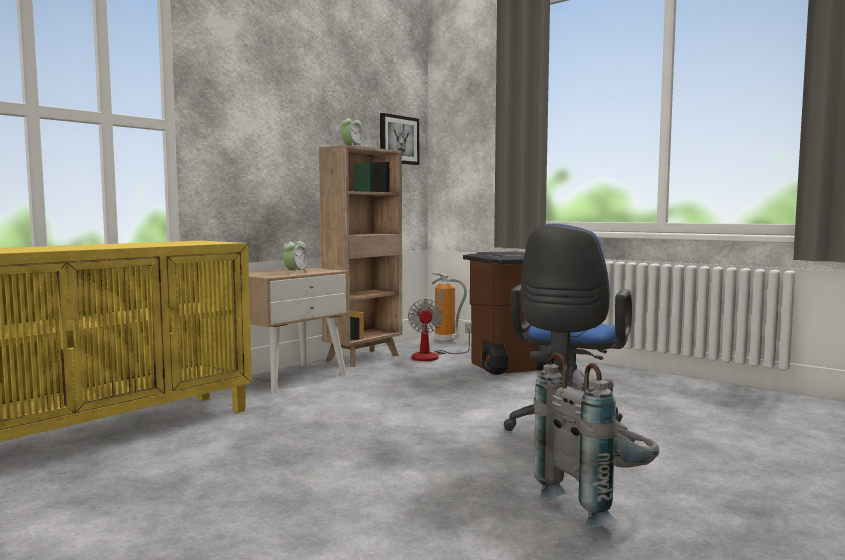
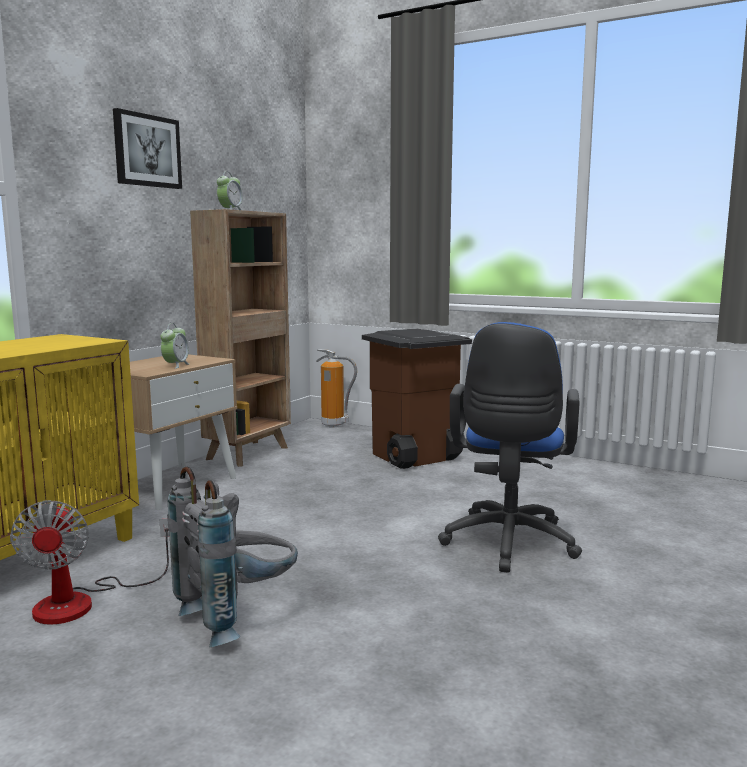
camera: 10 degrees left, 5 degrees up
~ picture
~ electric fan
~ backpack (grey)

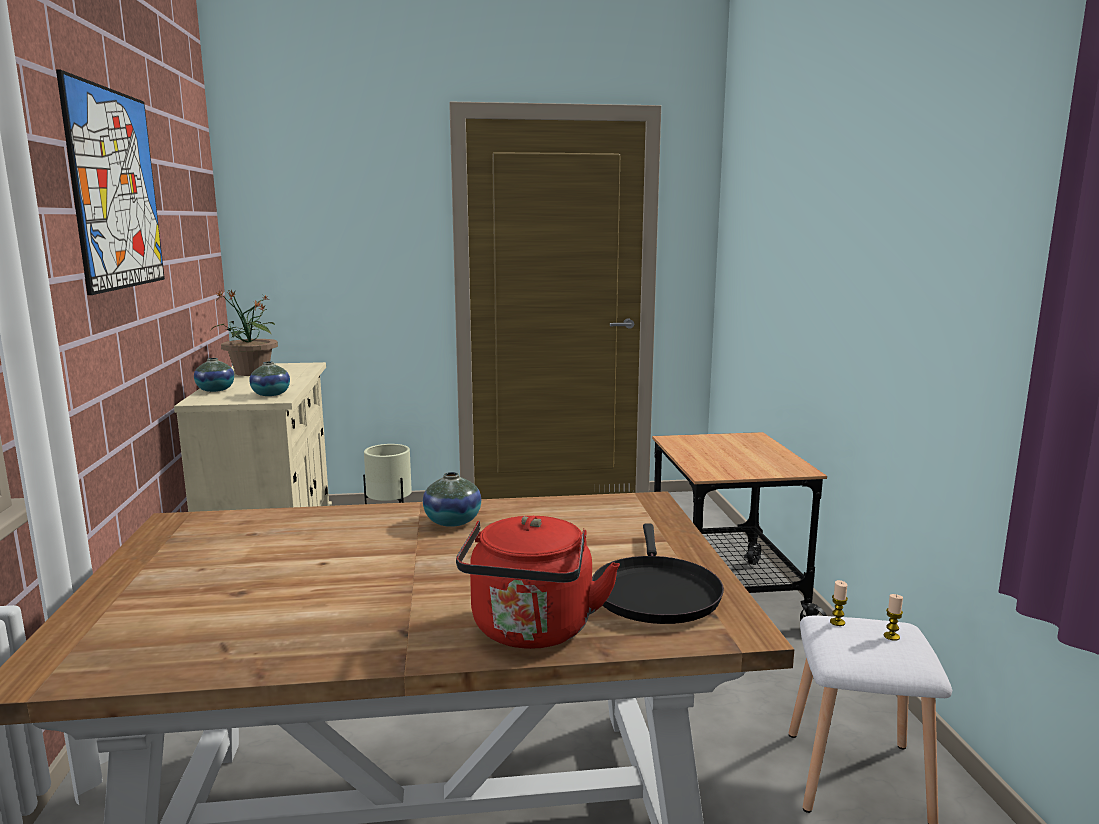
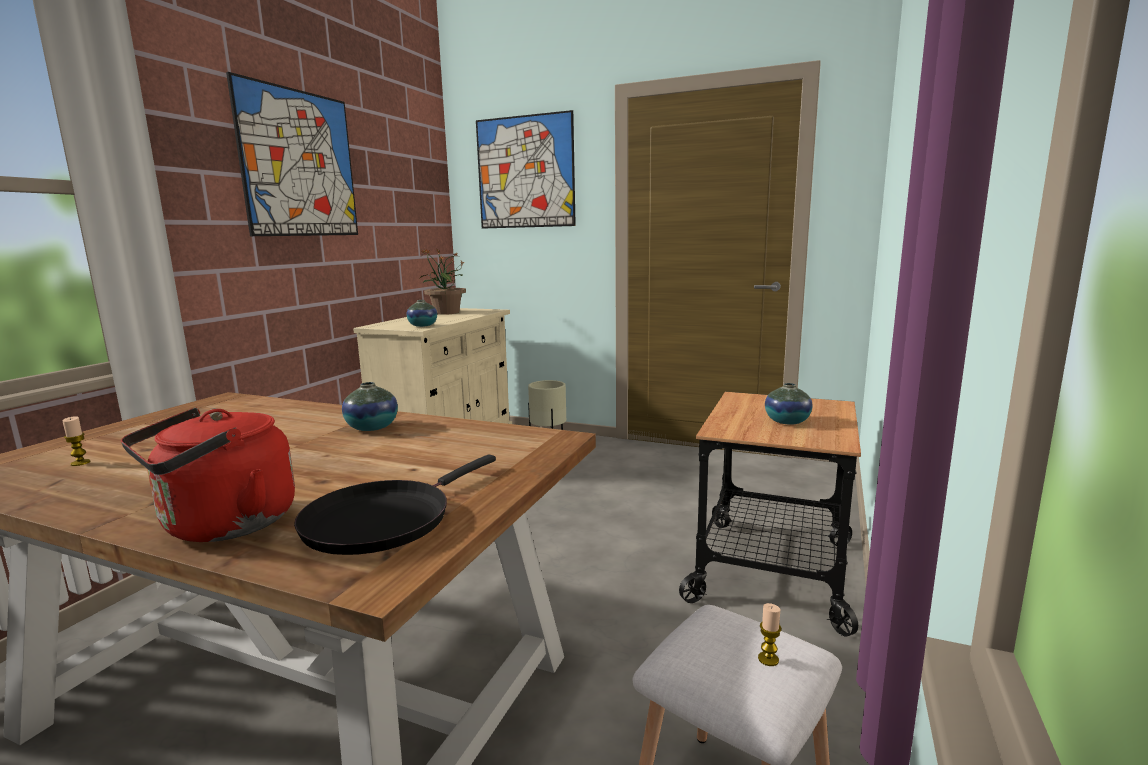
camera: 30 degrees right, 0 degrees up
+ picture (2nd from left)
~ decorative vase (1st from left in the first image) to decorative vase (3rd from left)
~ wax light (1st from left)

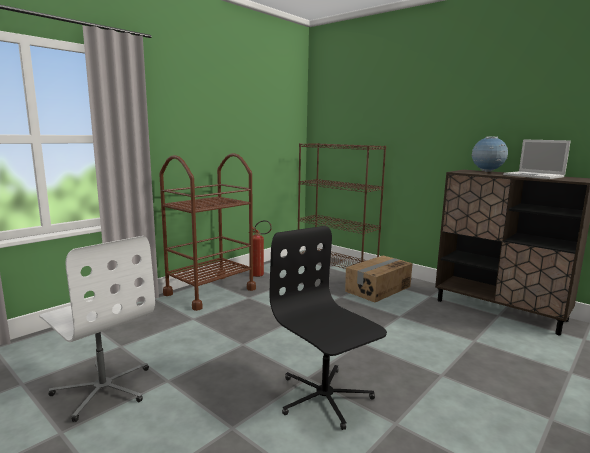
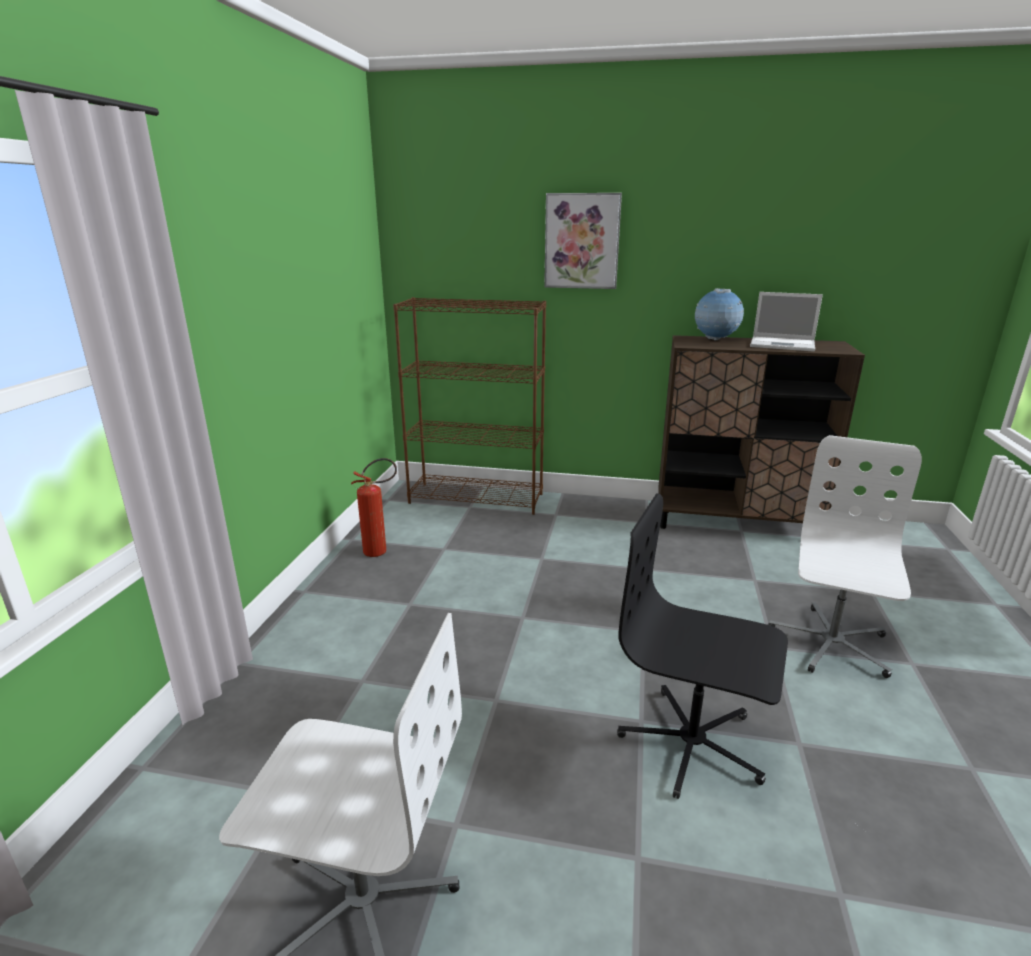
camera: 30 degrees left, 10 degrees up
- trolley (brown)
- cardboard box
+ picture
+ office chair (white-coloured) (2nd from left)

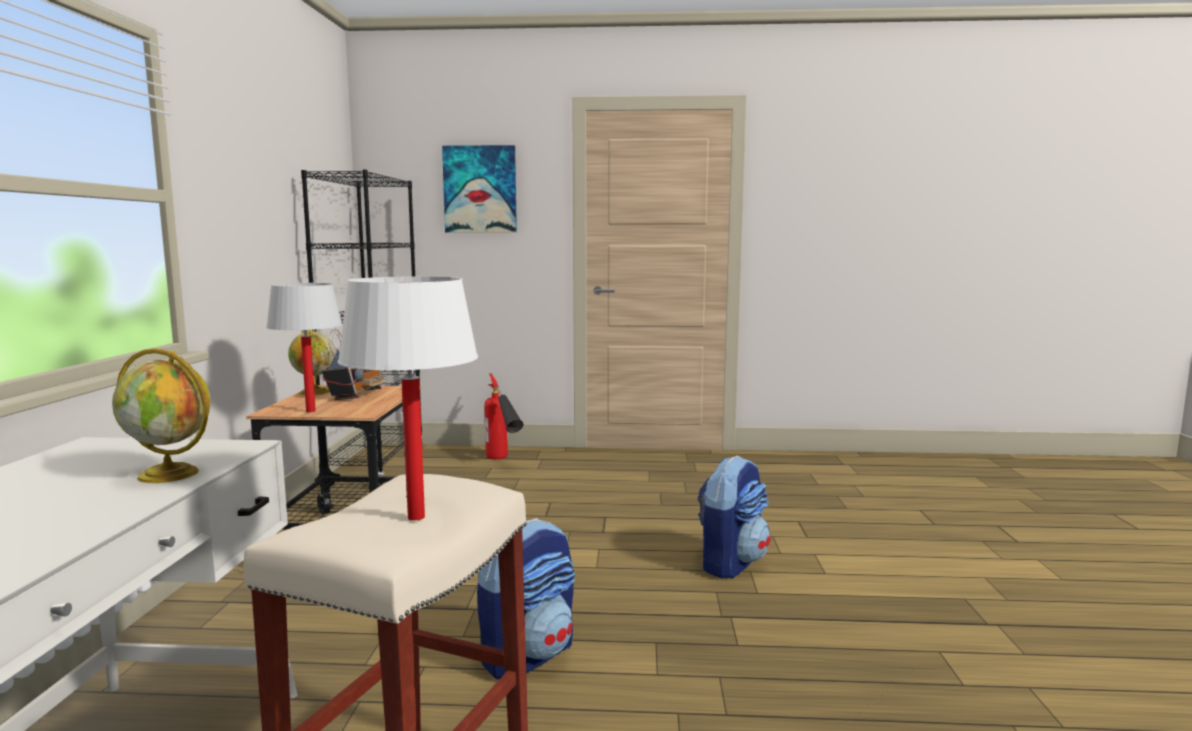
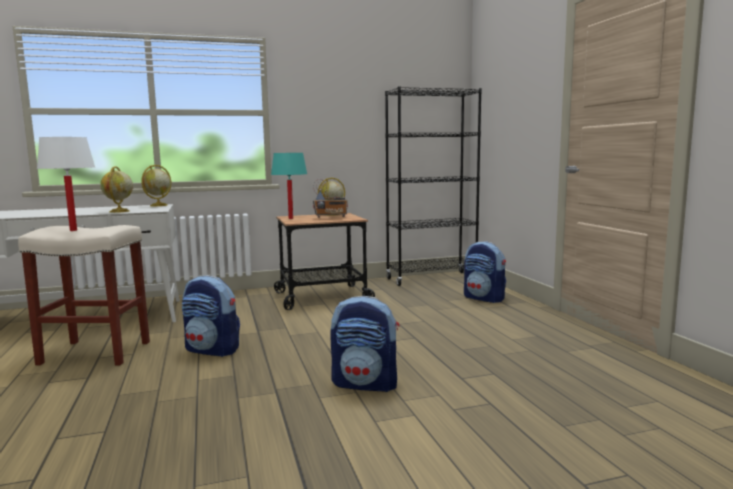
camera: 70 degrees right, 0 degrees up
- picture
+ desk globe (2nd from left)
~ fire extinguisher to backpack (3rd from left)
~ table lamp (white-coloured) (1st from left) to table lamp (blue-green)

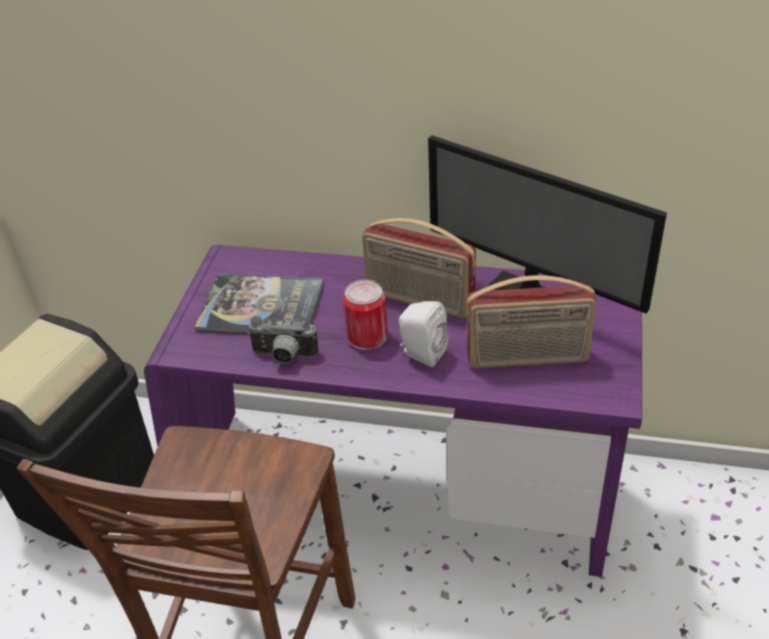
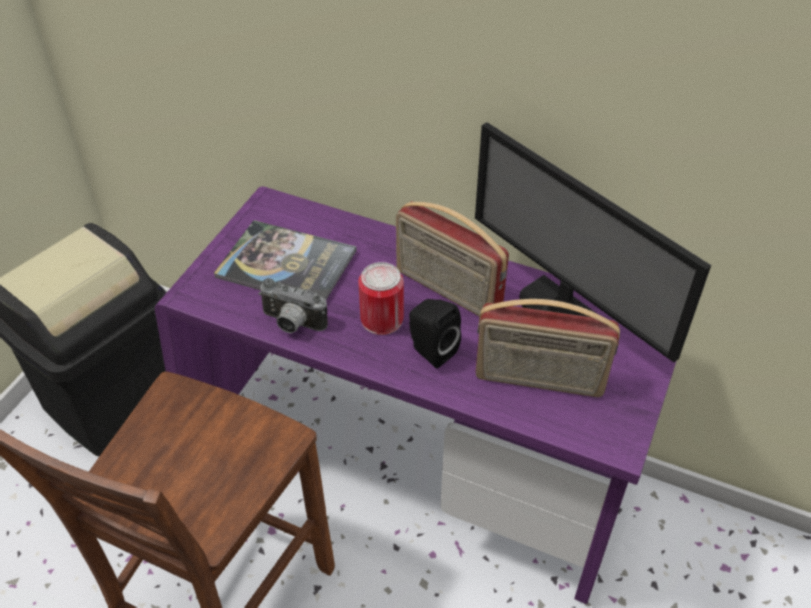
camera: 10 degrees right, 5 degrees up
~ speaker (white-coloured) to speaker (blackish)

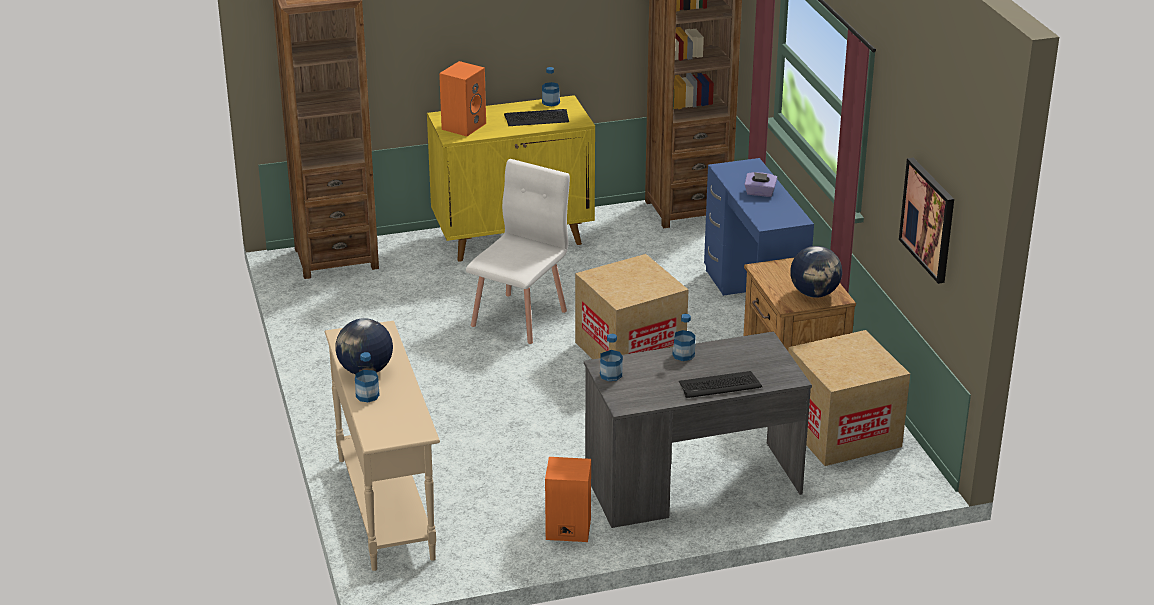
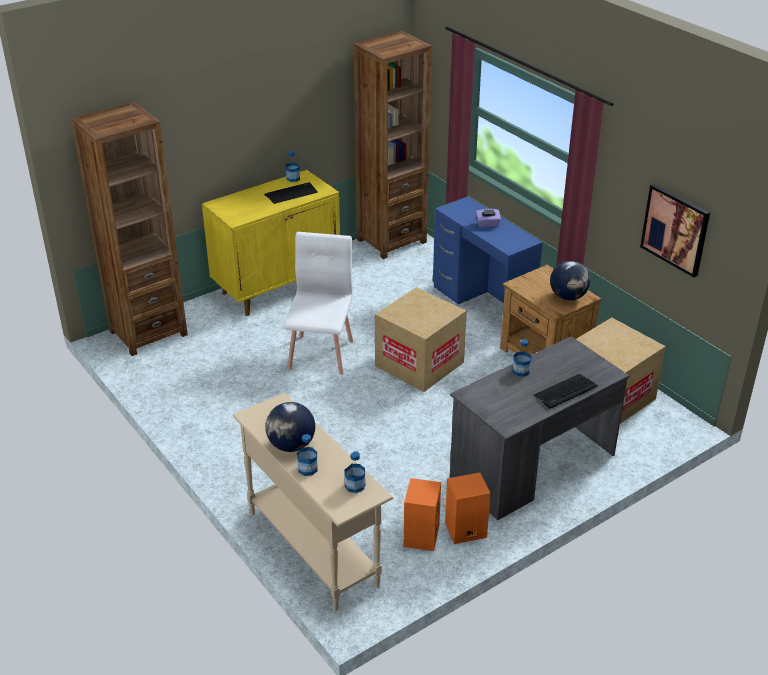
camera: 20 degrees left, 5 degrees up
~ speaker (orange) (1st from left)
~ bottle (3rd from left)

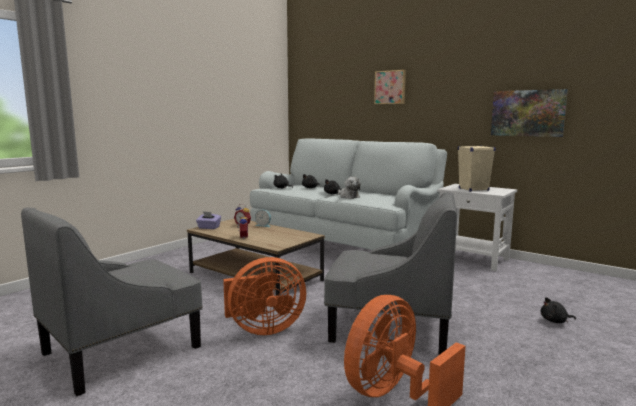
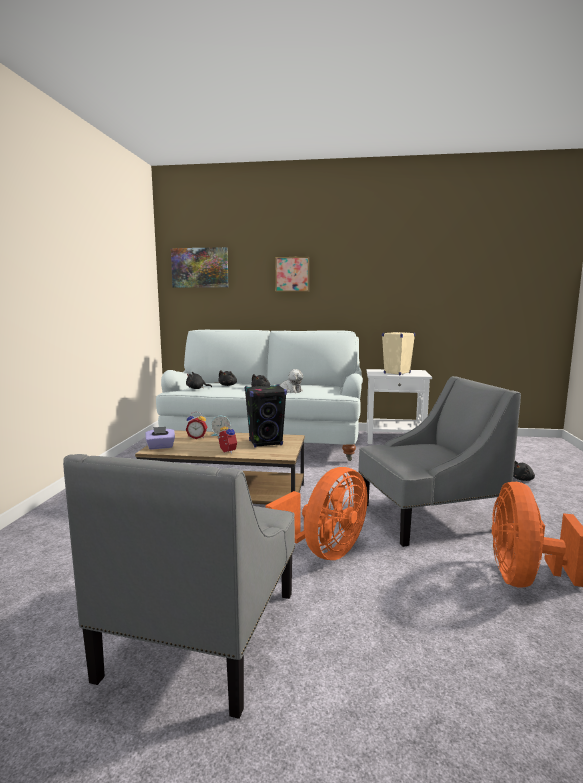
camera: 30 degrees left, 0 degrees up
+ speaker (blackish)
~ picture (2nd from left in the first image) to picture (1st from left)

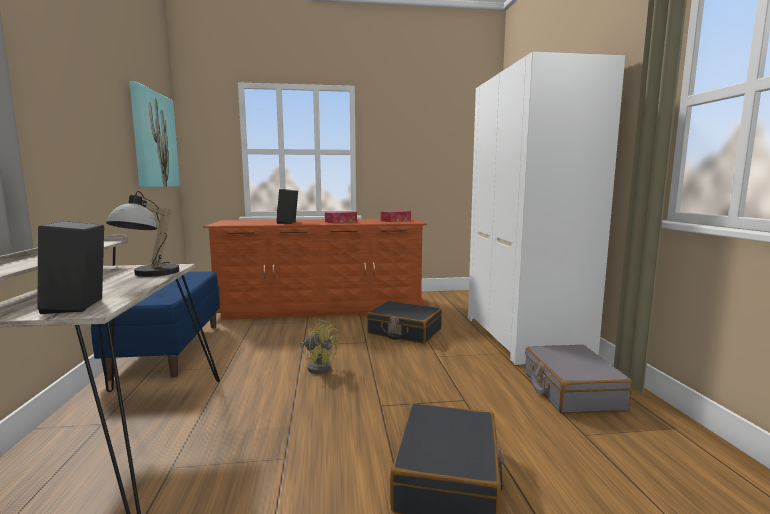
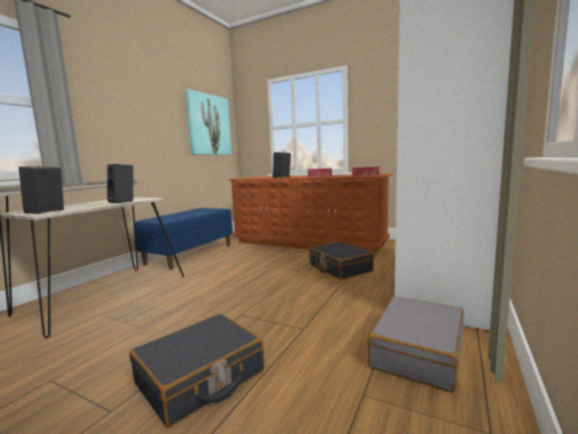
camera: 35 degrees right, 0 degrees up
- electric fan (yellowish)
~ table lamp to speaker (blackish) (2nd from left)

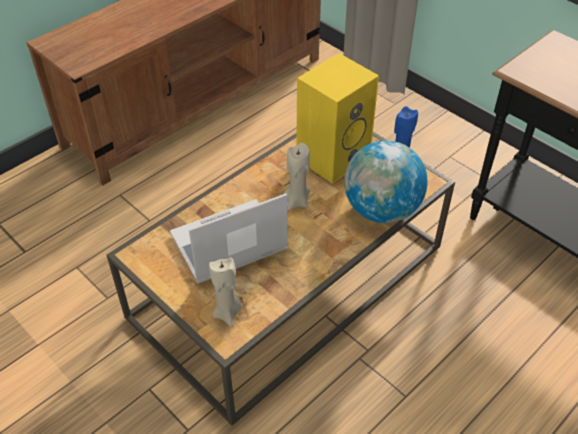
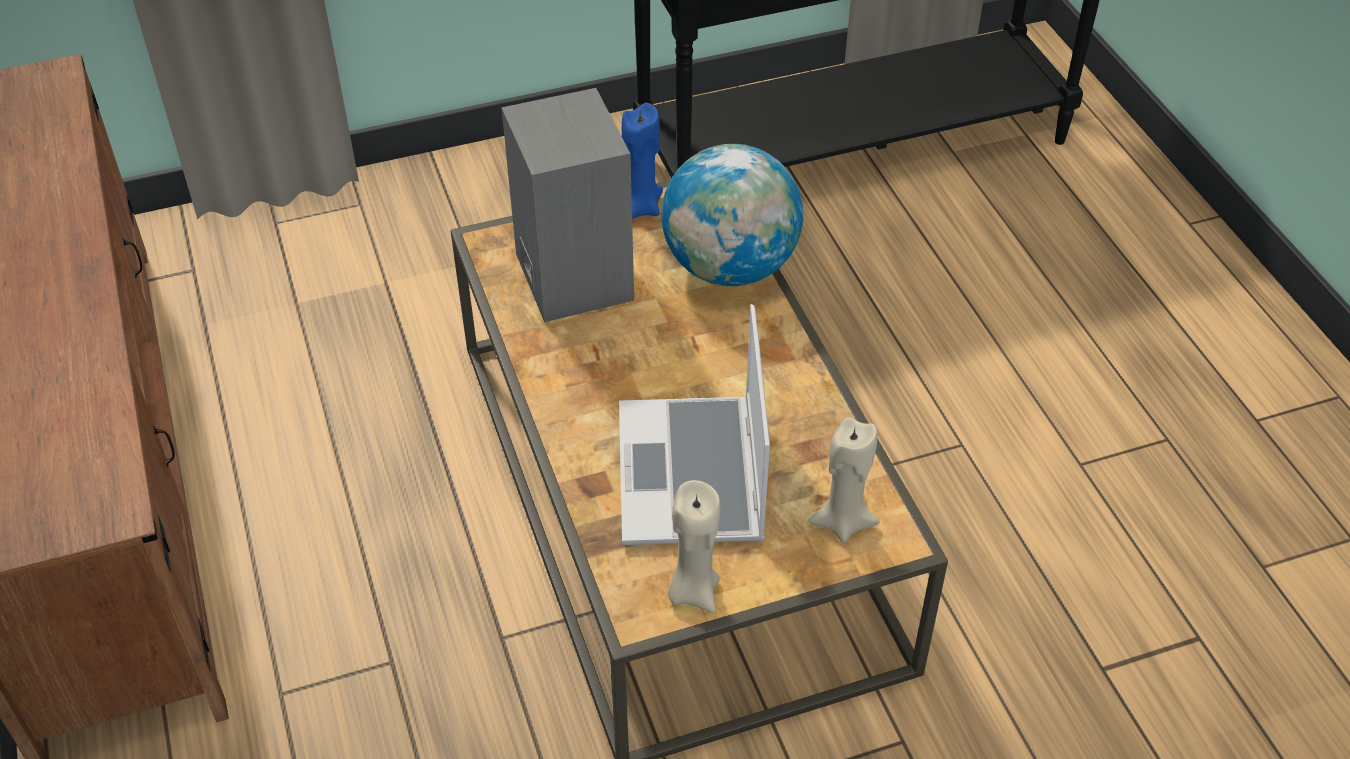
camera: 65 degrees left, 0 degrees up
~ wax light (beige) (2nd from left in the first image) to wax light (beige) (1st from left)
~ speaker (yellowish) to speaker (grey)

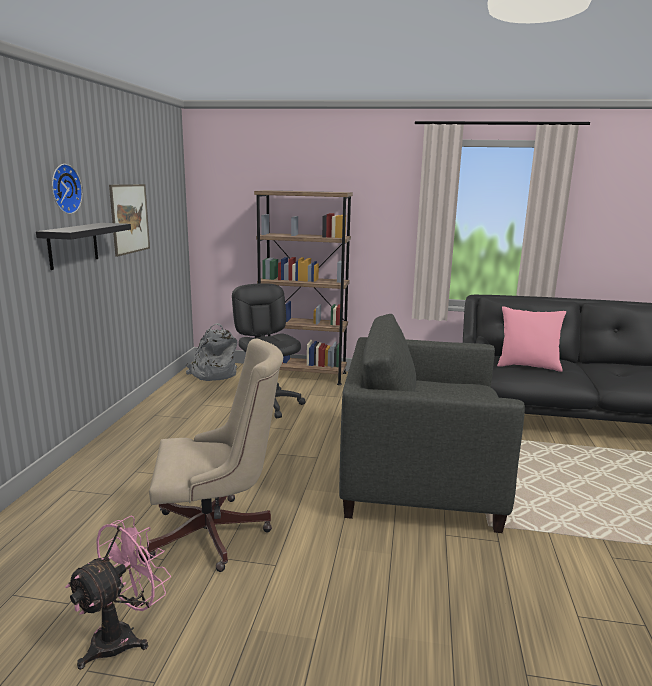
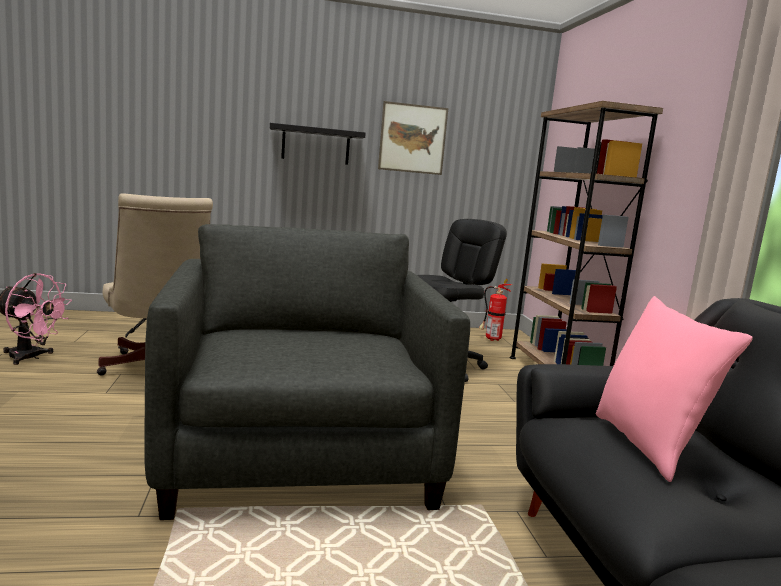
camera: 70 degrees right, 5 degrees down
- wall clock
~ backpack (grey) to fire extinguisher

